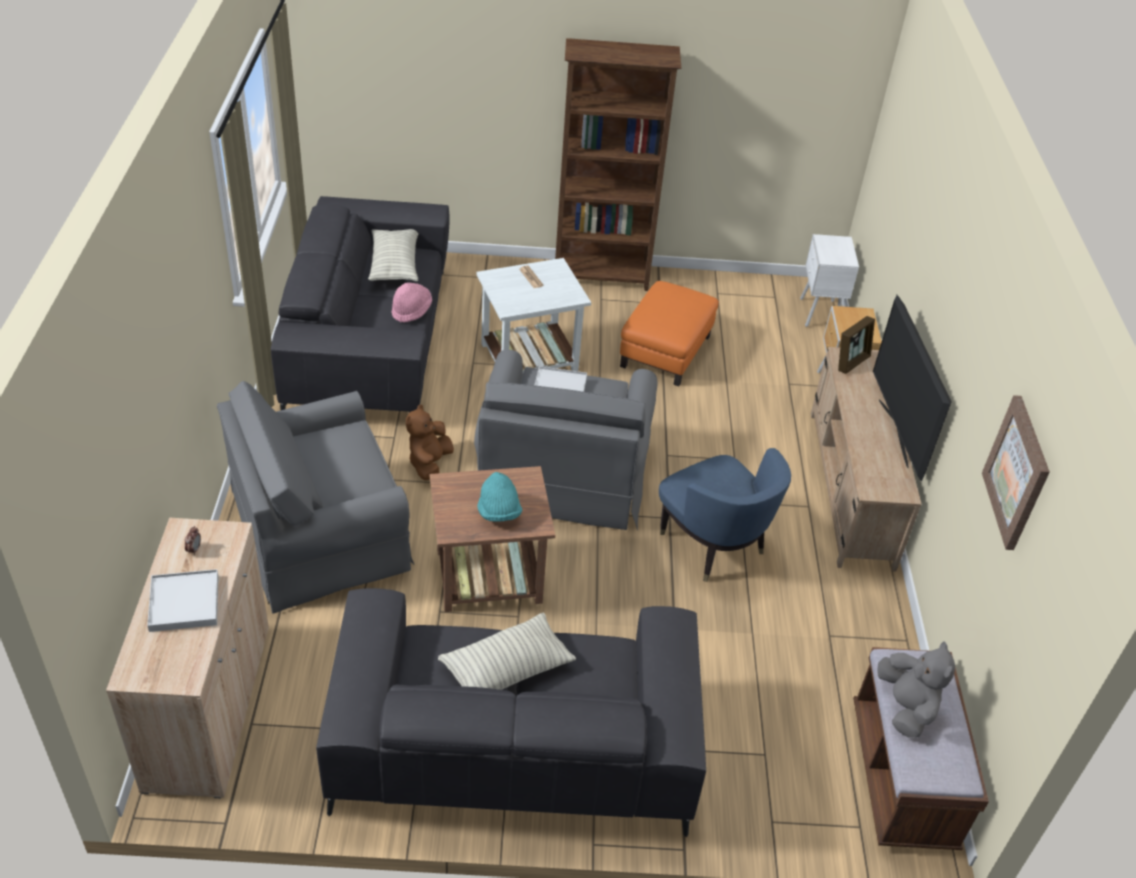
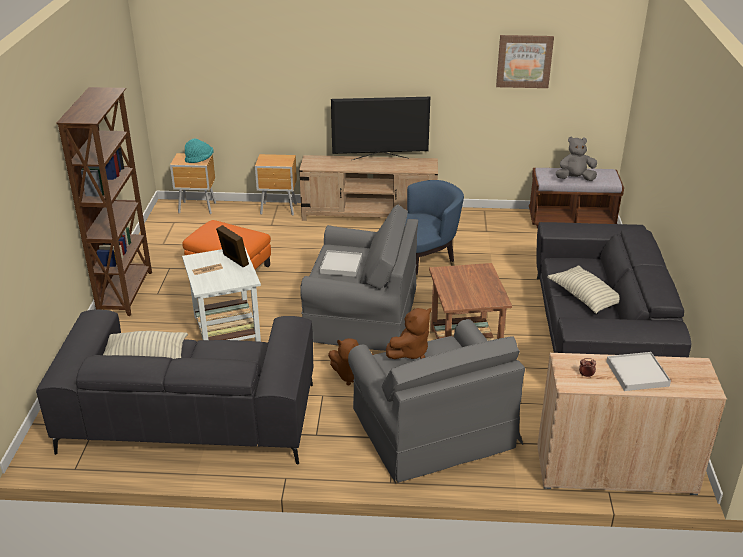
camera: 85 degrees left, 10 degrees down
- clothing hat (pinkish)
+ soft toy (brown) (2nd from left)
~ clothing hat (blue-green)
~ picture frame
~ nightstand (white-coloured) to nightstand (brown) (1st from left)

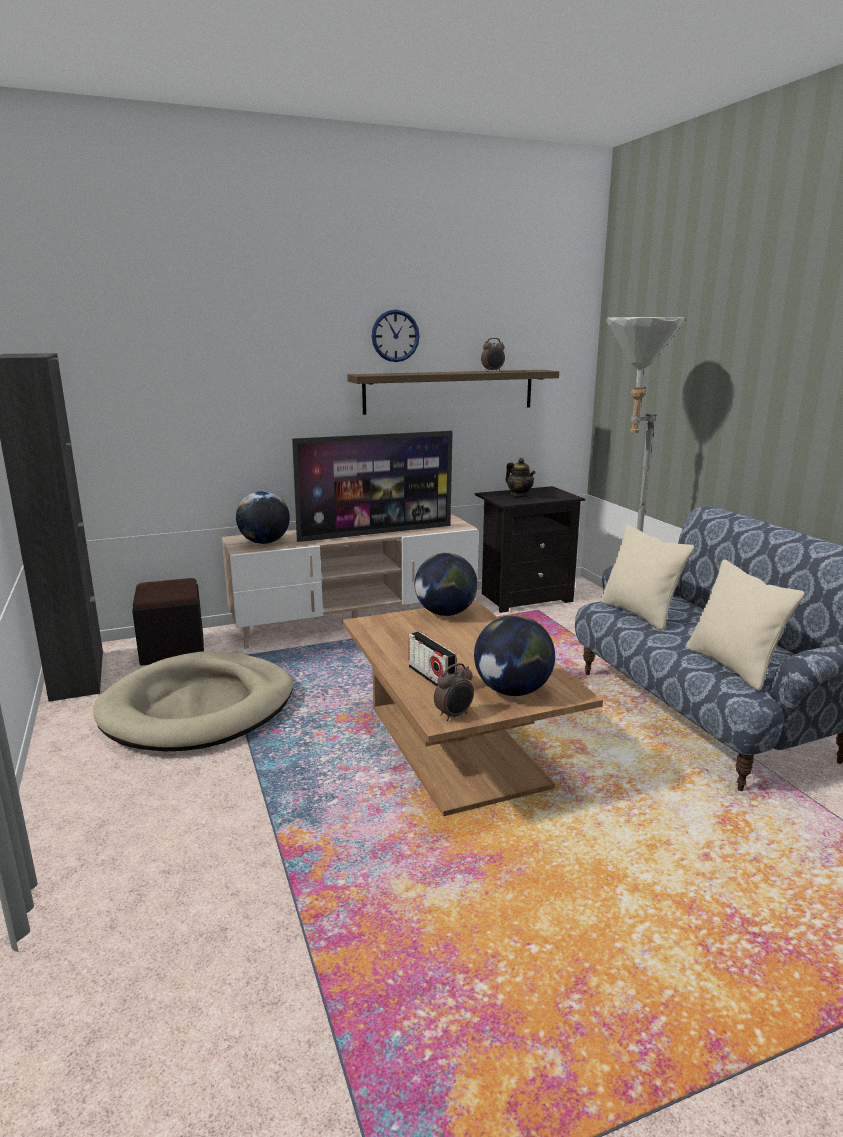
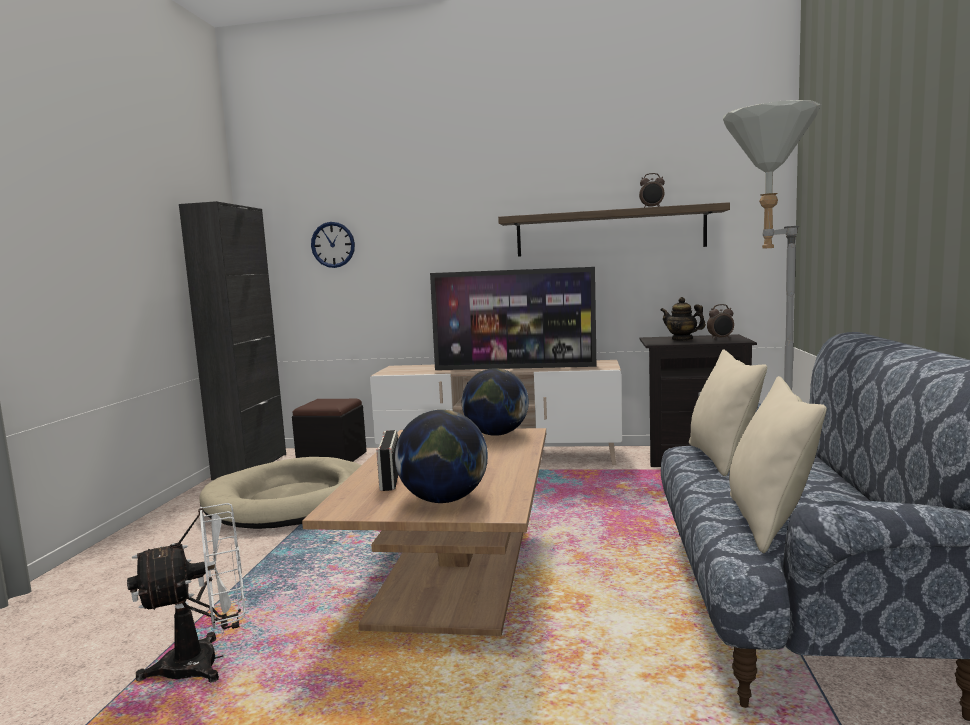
camera: 30 degrees right, 10 degrees down
- desk globe (1st from left)
+ electric fan (white-coloured)
~ wall clock
~ table clock (1st from left in the first image) to table clock (2nd from left)
~ teapot 135 degrees clockwise

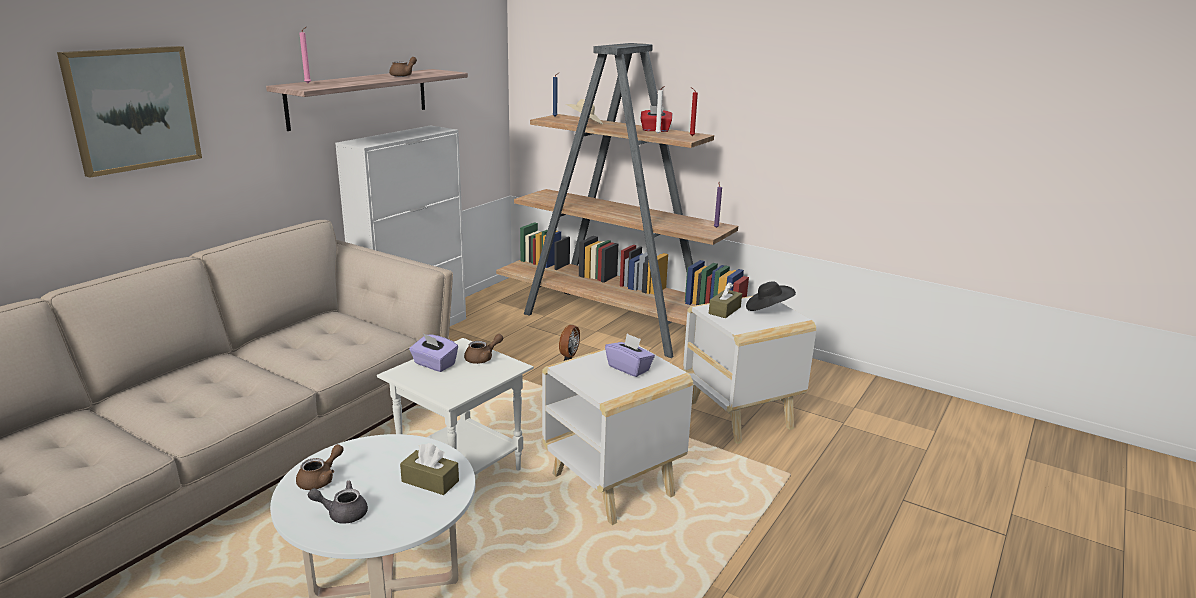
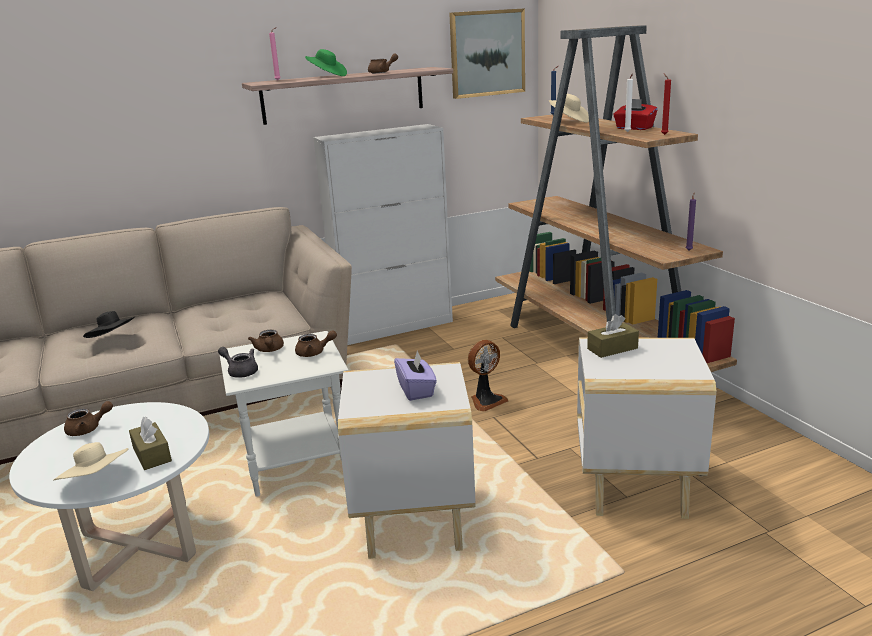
camera: 35 degrees right, 0 degrees up
+ clothing hat (beige) (1st from left)
+ clothing hat (green-coloured)
~ picture
~ teapot (grey)
~ clothing hat (blackish)
~ box of tissues (purplish) (1st from left) to teapot (brown) (2nd from left)

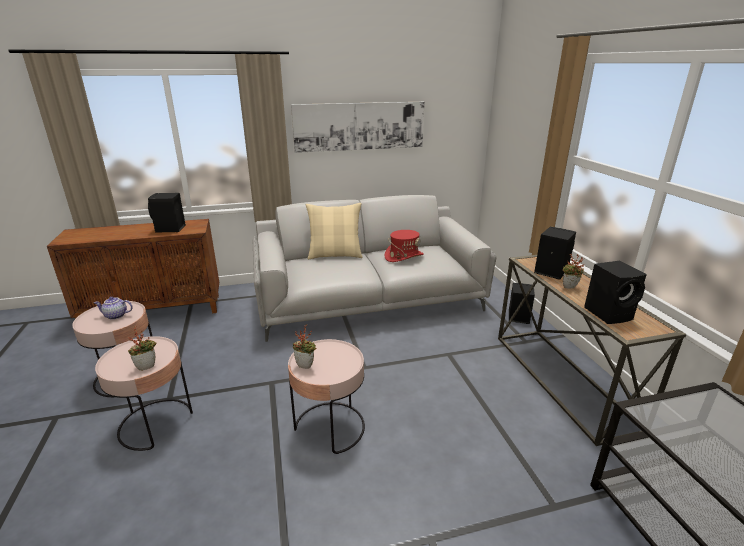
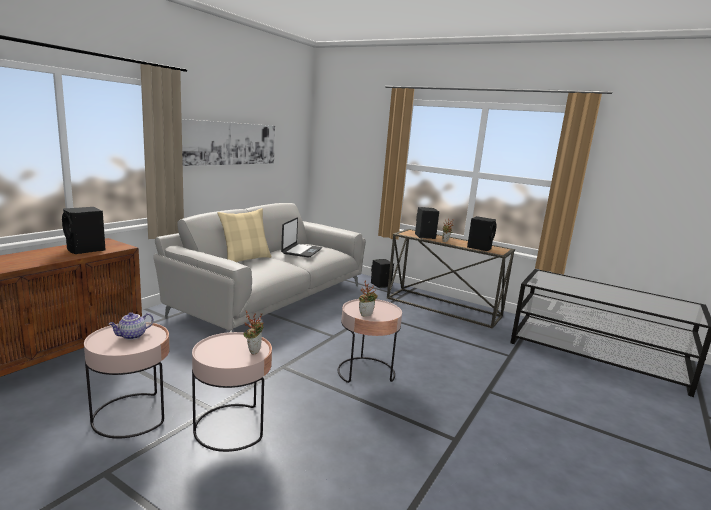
camera: 45 degrees left, 10 degrees down
~ clothing hat (red) to notebook computer

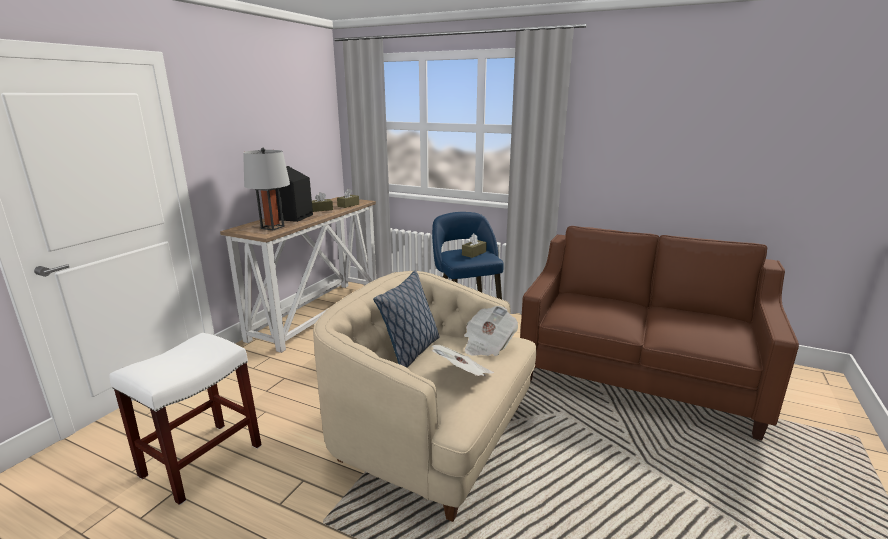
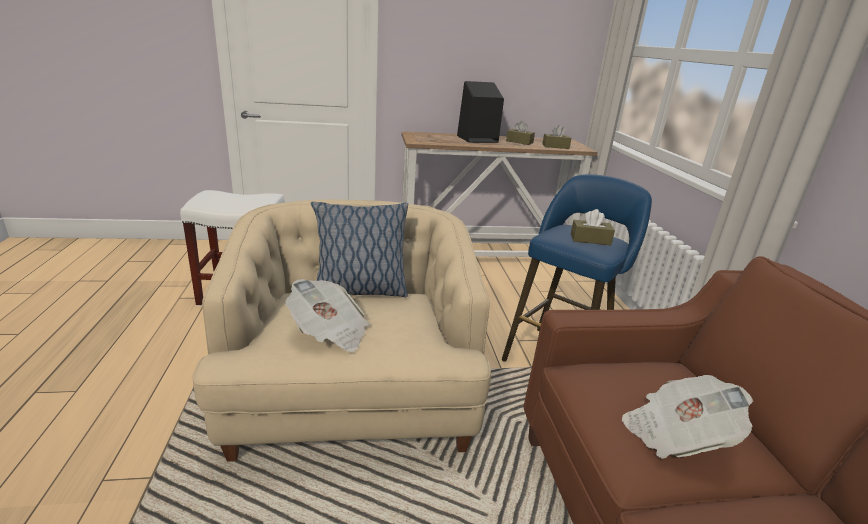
camera: 55 degrees right, 5 degrees up
- table lamp (grey)
~ newspaper (2nd from left)

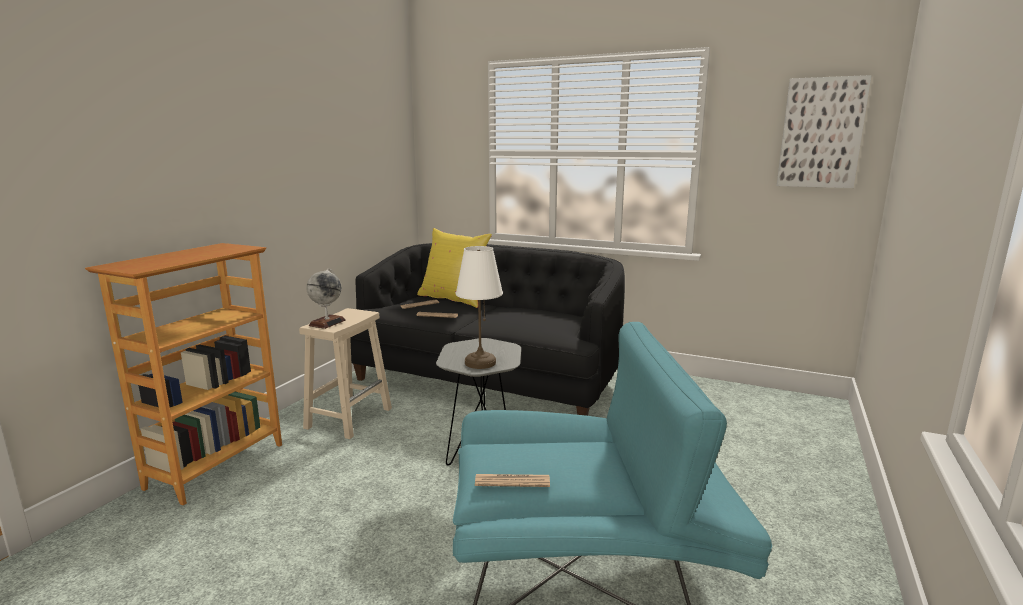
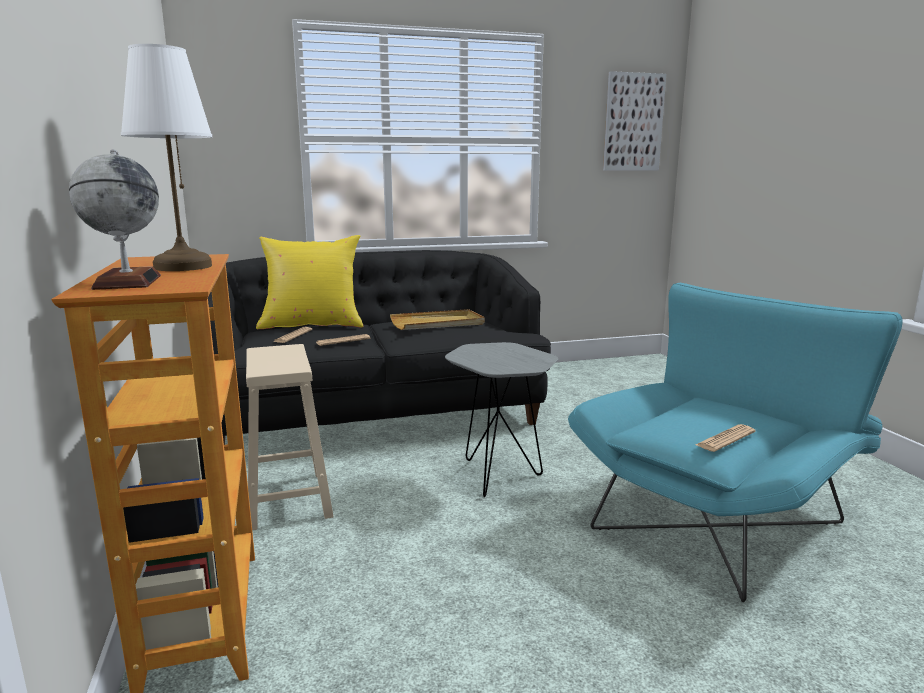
camera: 40 degrees left, 0 degrees up
+ carrying tray (beige)
~ desk globe
~ table lamp (white-coloured)

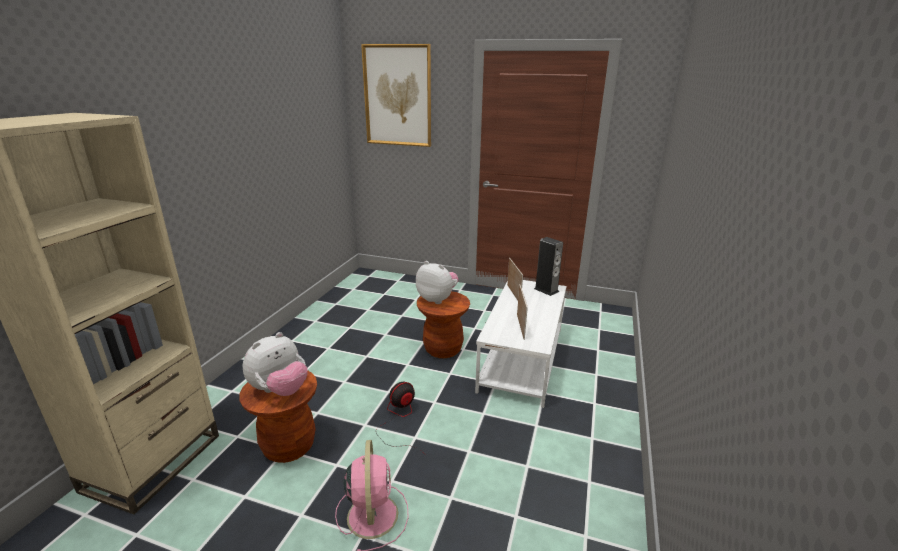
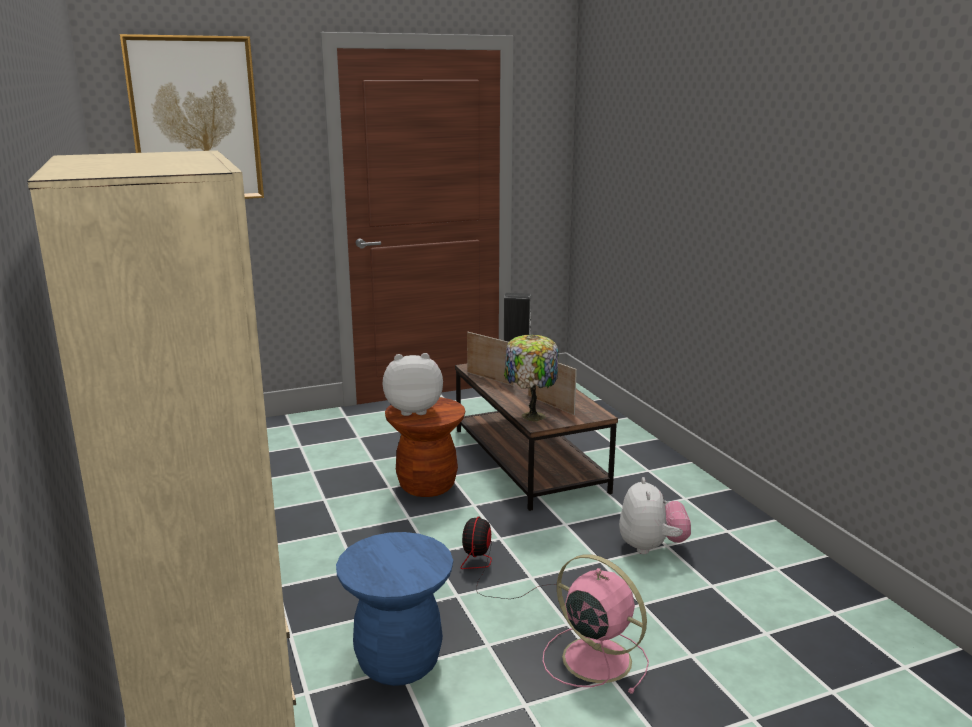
camera: 40 degrees left, 5 degrees down
+ table lamp
~ soft toy (1st from left in the first image) to soft toy (2nd from left)
~ stool seat (brown) (1st from left) to stool seat (bluish)
~ lounge table (white-coloured) to lounge table (brown)

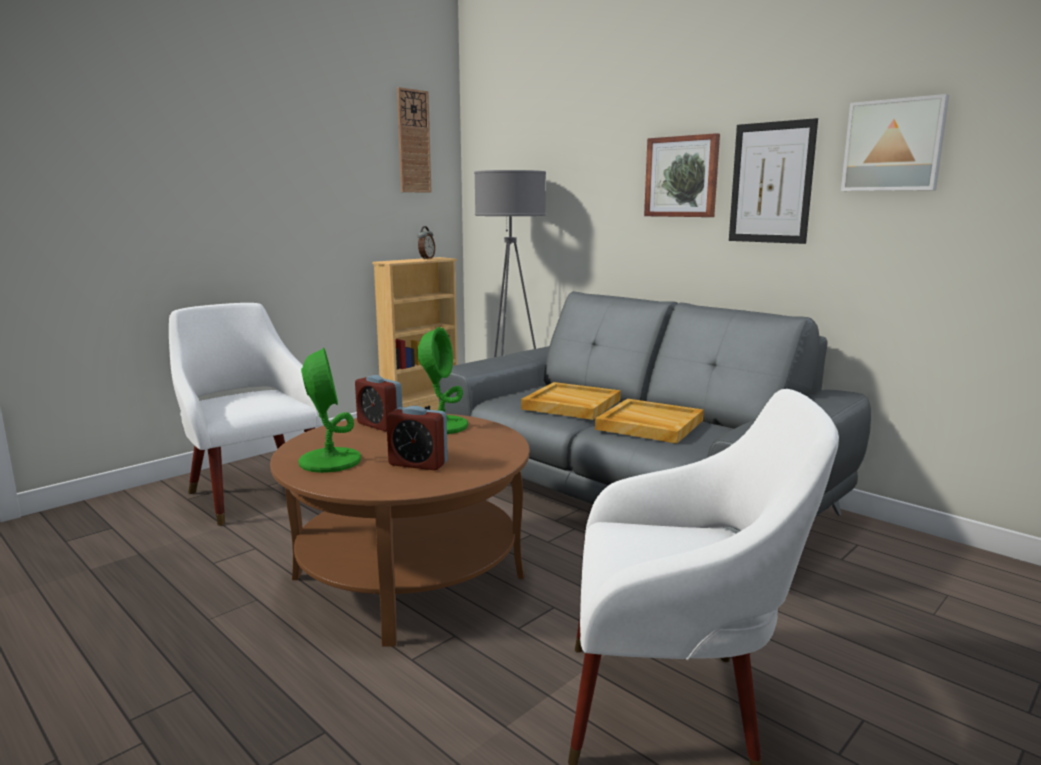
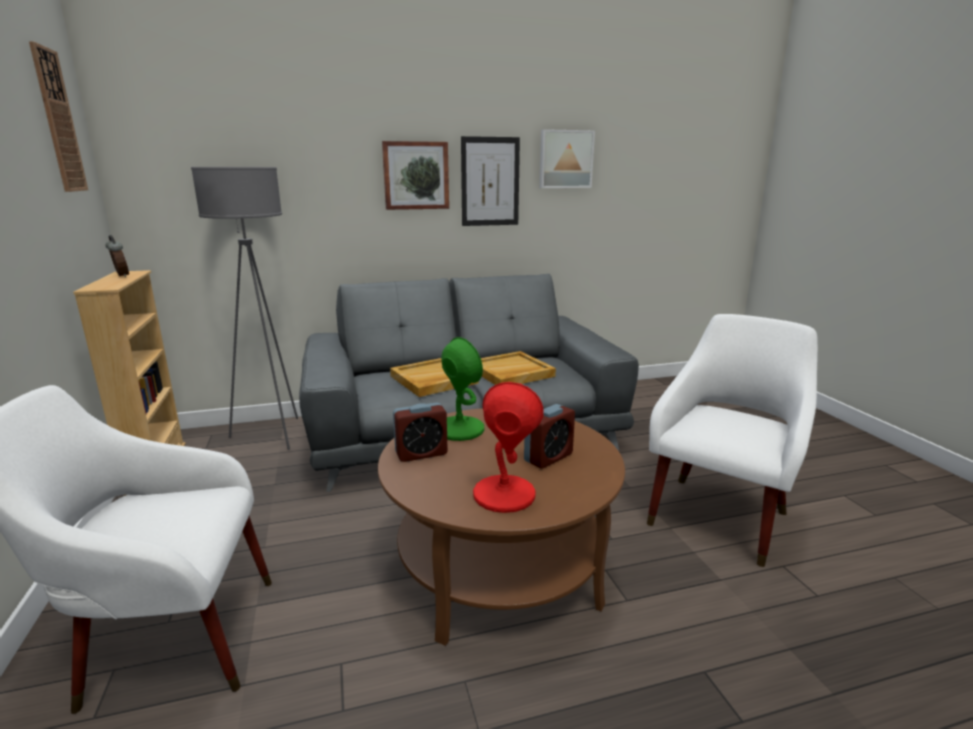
camera: 60 degrees left, 5 degrees up
~ table lamp (green-coloured) (1st from left) to table lamp (red)

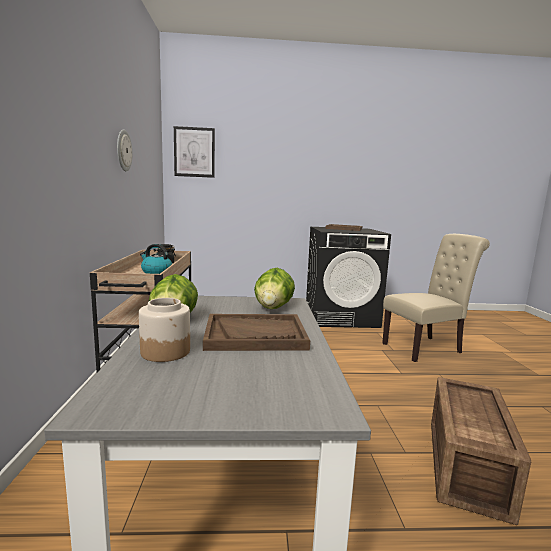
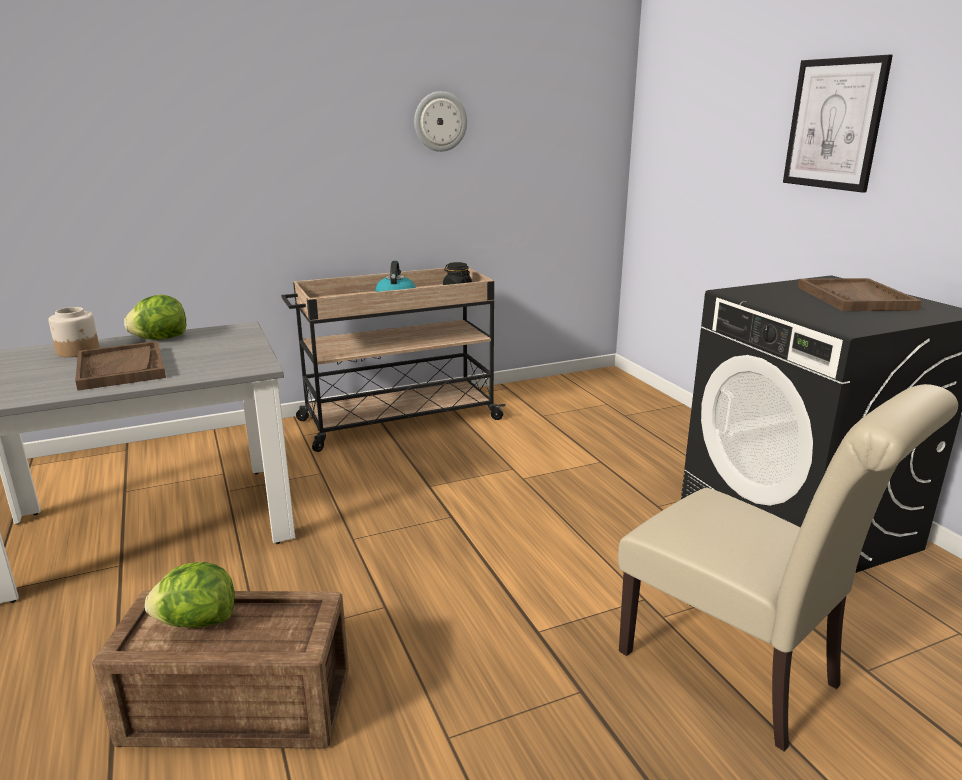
camera: 70 degrees right, 10 degrees up
~ picture
~ lettuce head (2nd from left)

